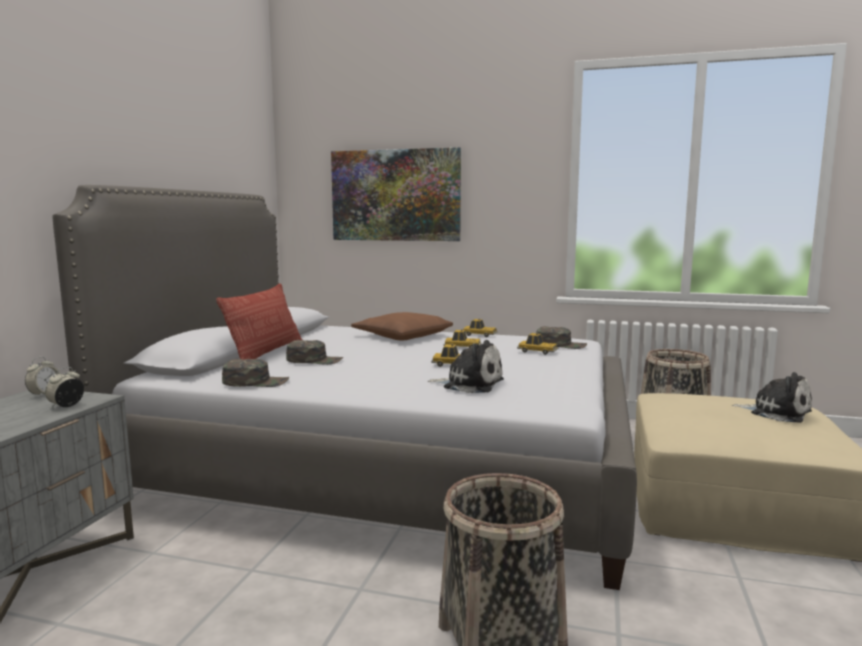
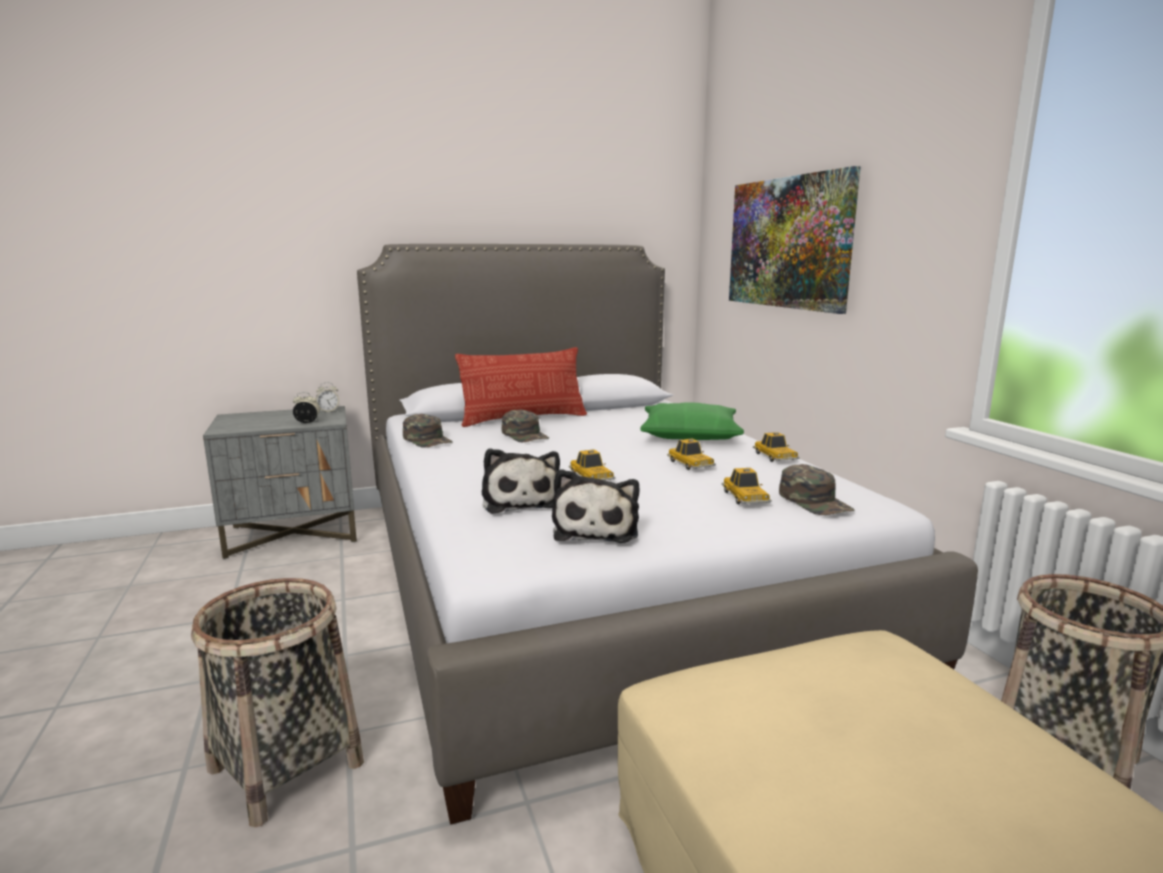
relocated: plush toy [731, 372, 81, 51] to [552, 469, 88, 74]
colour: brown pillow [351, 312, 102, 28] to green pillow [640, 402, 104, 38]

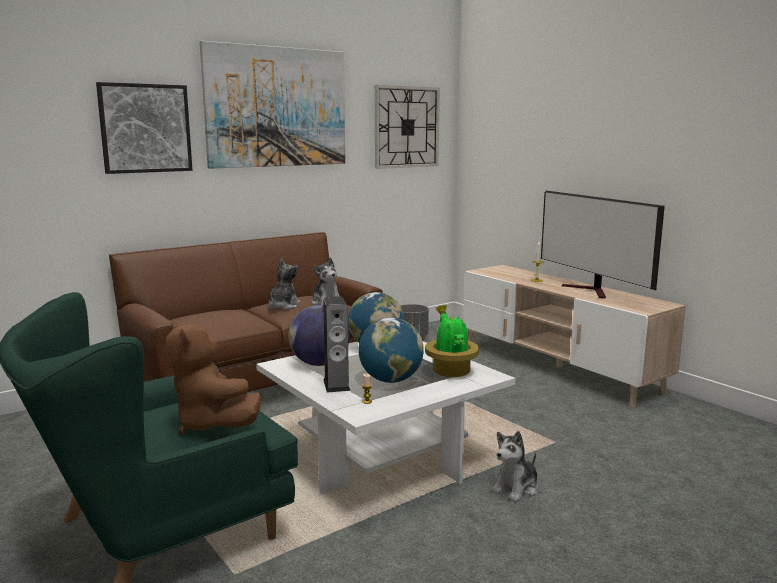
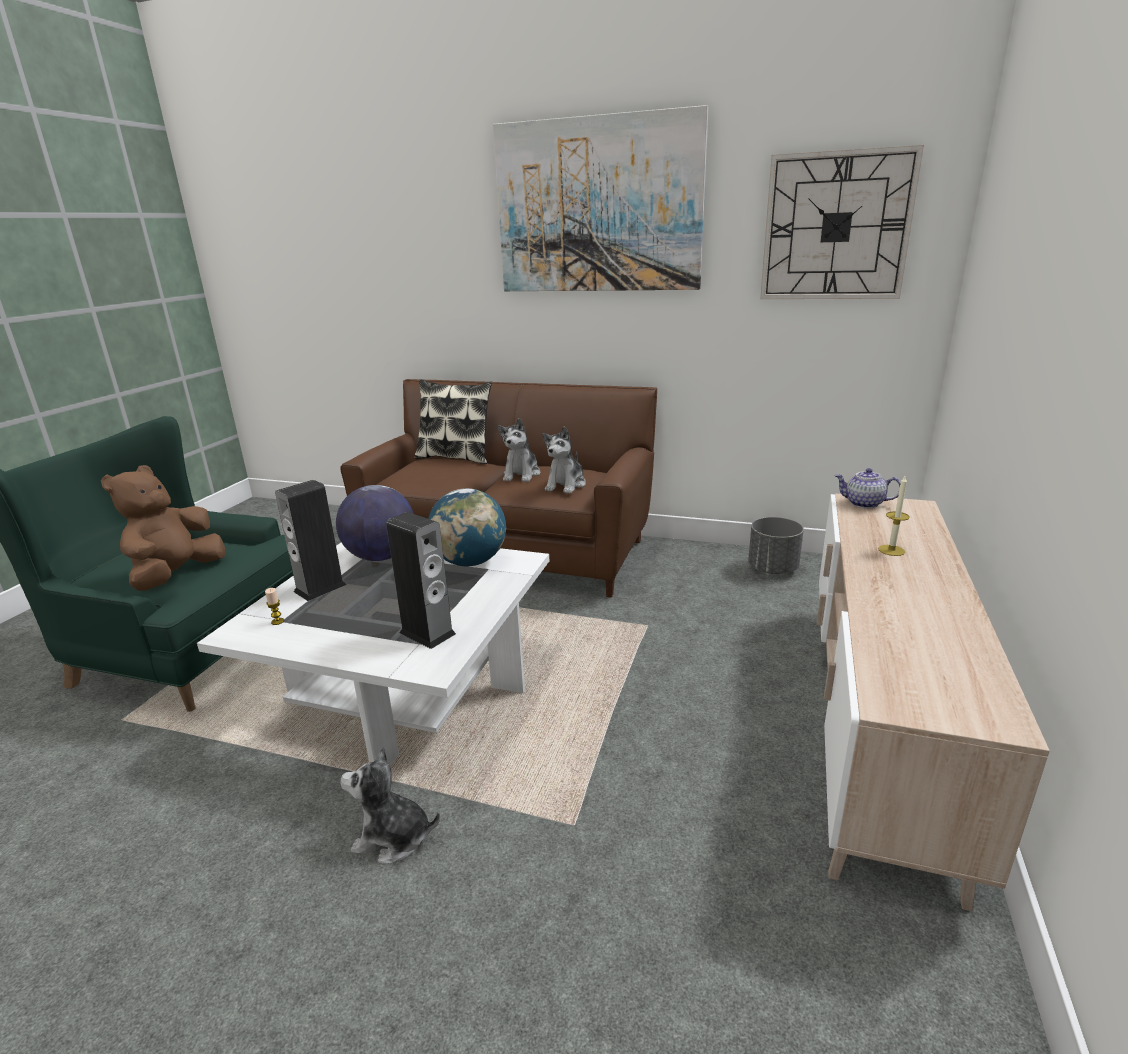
missing: picture [96, 82, 97, 92]; globe [358, 317, 66, 66]; television [541, 191, 124, 107]
appeared: pillow [414, 379, 78, 85]; teapot [834, 468, 67, 40]
exchanged: potted plant [425, 305, 54, 72] to speaker [386, 512, 70, 137]
spun: plush toy [268, 258, 32, 52] = [498, 418, 42, 64] 120 degrees clockwise

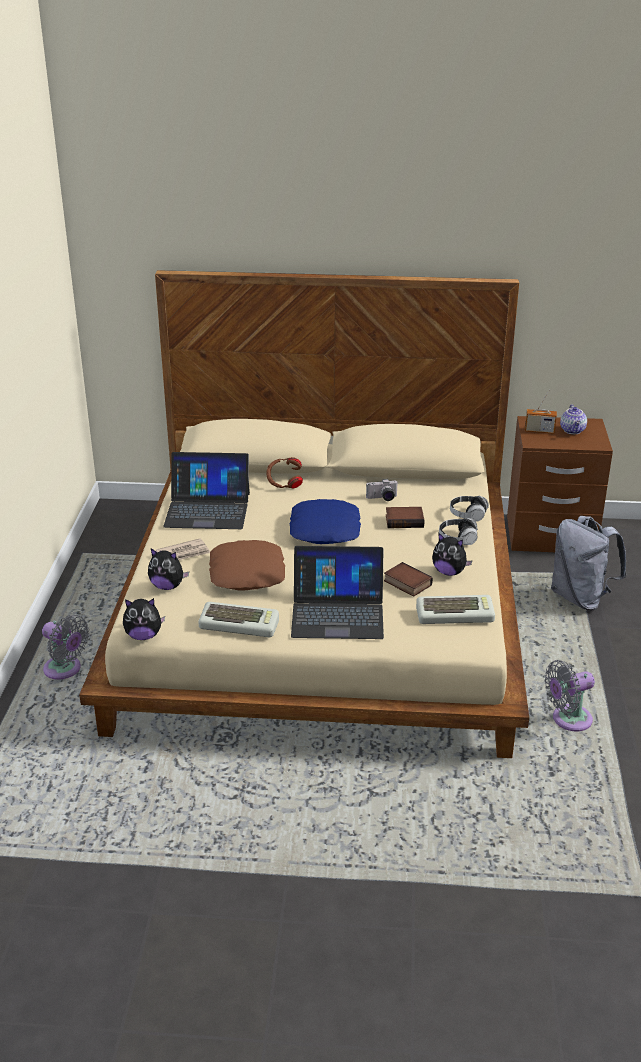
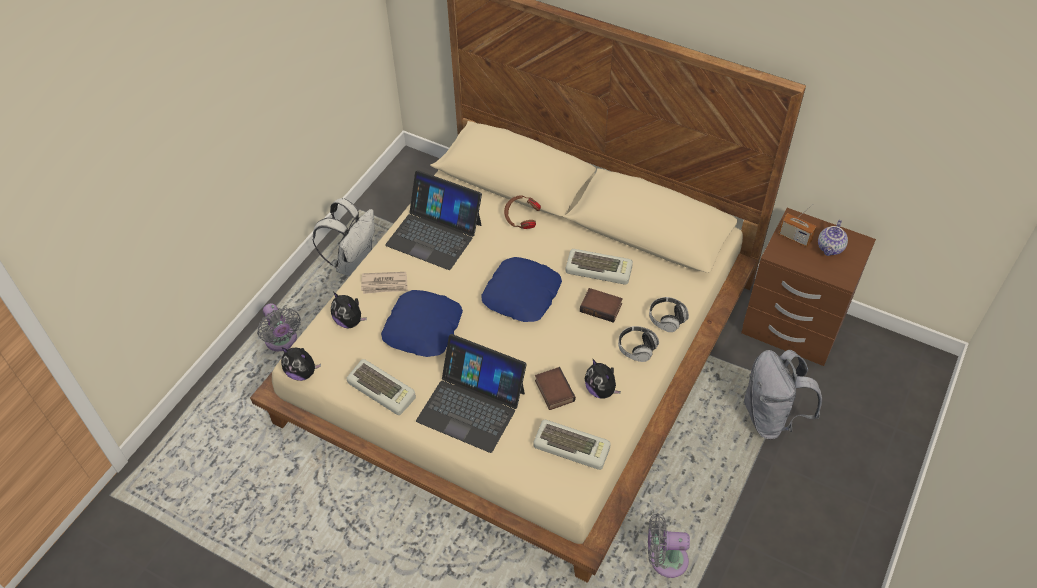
appeared: white backpack [313, 198, 62, 78]
exchanged: photo camera [366, 479, 32, 22] to keyboard [565, 249, 68, 36]
colour: brown pillow [209, 540, 76, 51] to blue pillow [381, 290, 82, 67]

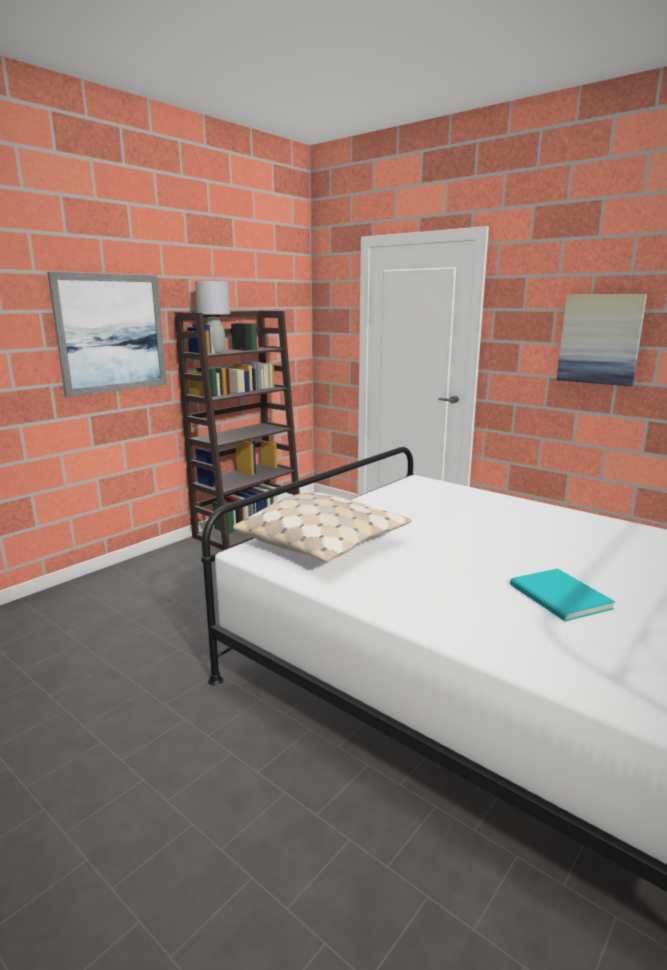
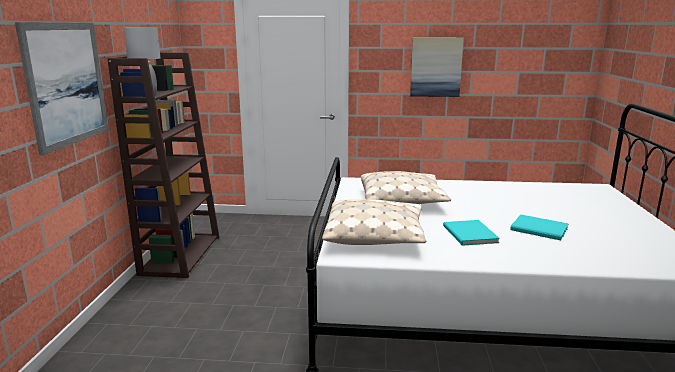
appeared: beige pillow [361, 171, 90, 33]; turquoise book [443, 220, 57, 26]

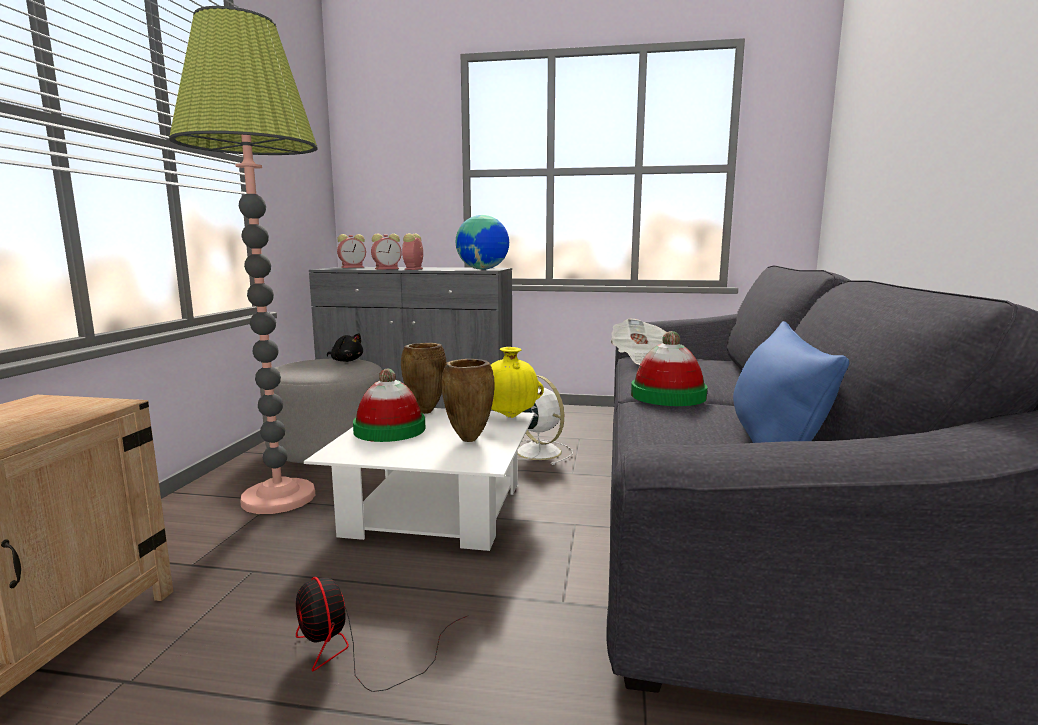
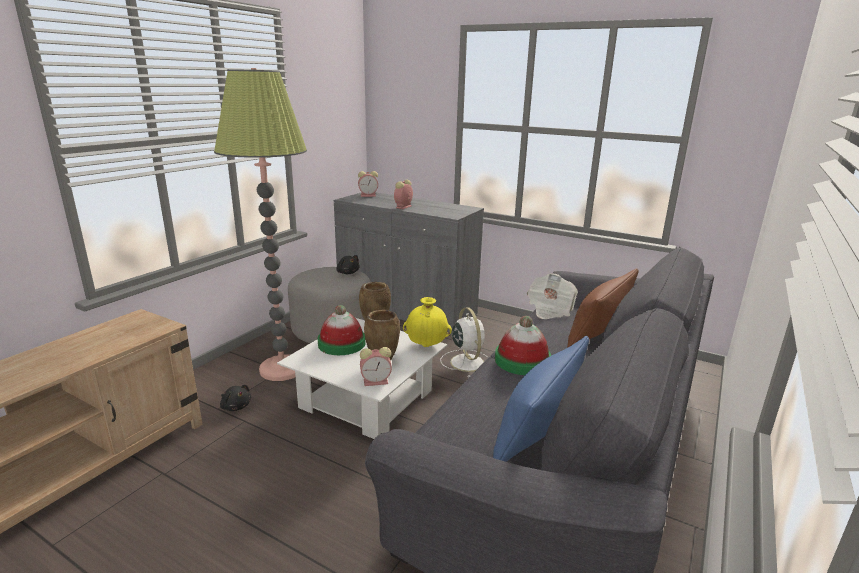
missing: fan [296, 577, 171, 115]; globe [455, 215, 54, 55]
appeared: black plush toy [220, 385, 31, 26]; brown pillow [567, 268, 71, 80]
relocated: alarm clock [371, 233, 31, 37] to [360, 347, 32, 39]

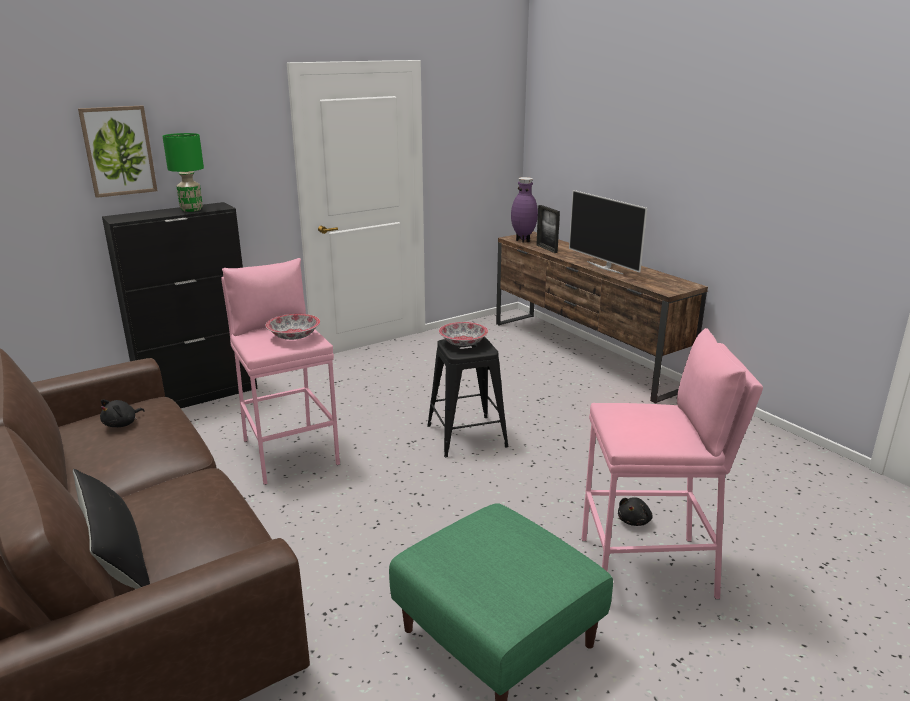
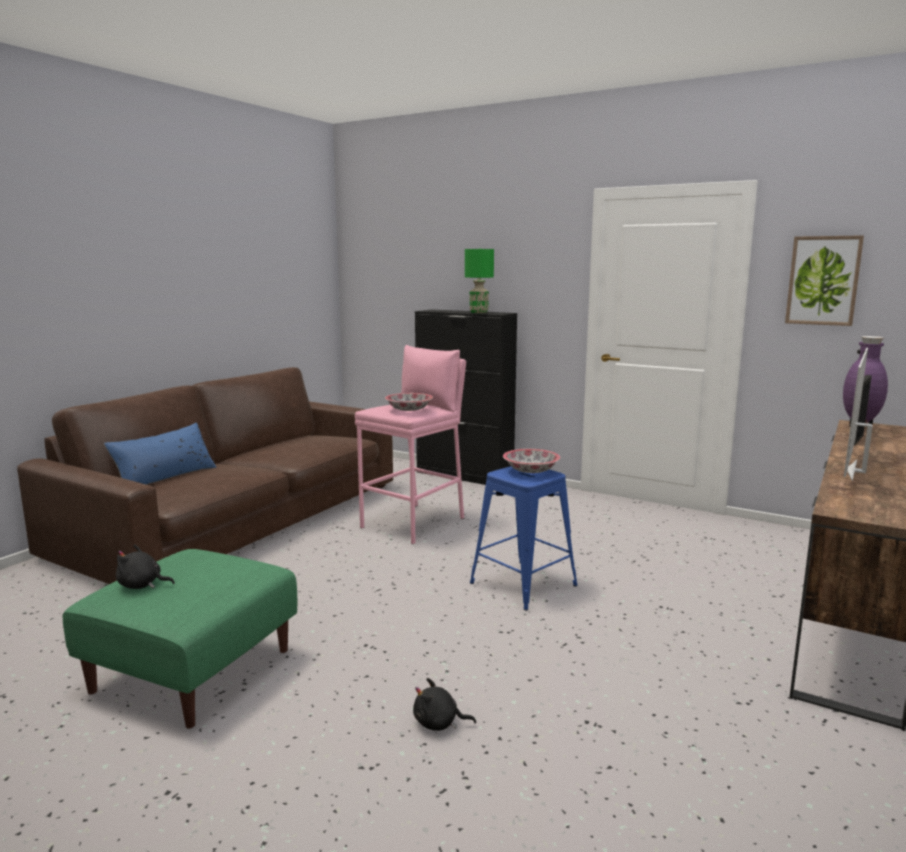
missing: pink stool [581, 328, 182, 271]
relocated: picture [78, 106, 79, 92] to [785, 235, 79, 91]; black plush toy [100, 400, 45, 27] to [116, 544, 59, 45]
colour: black pillow [73, 469, 77, 120] to blue pillow [104, 423, 112, 62]; black stool [427, 337, 82, 120] to blue stool [470, 466, 108, 144]

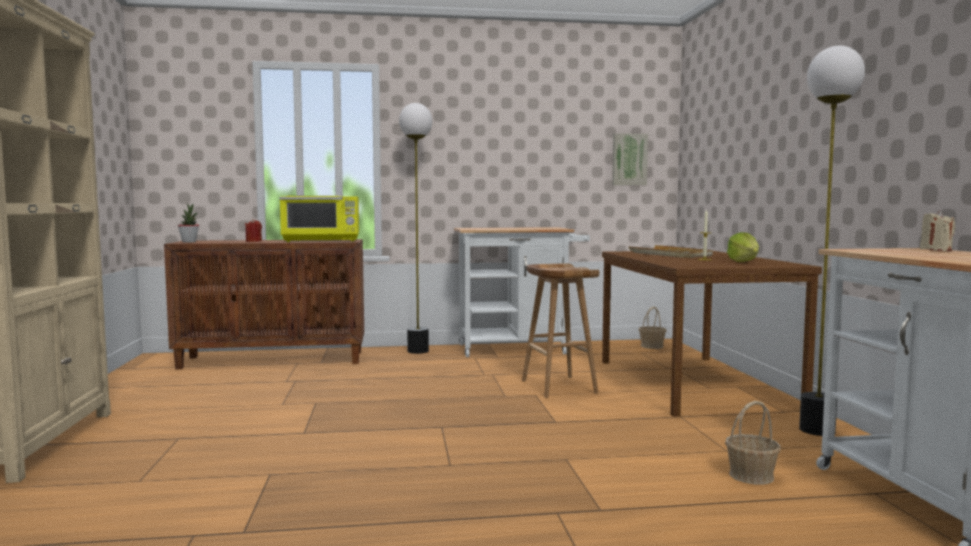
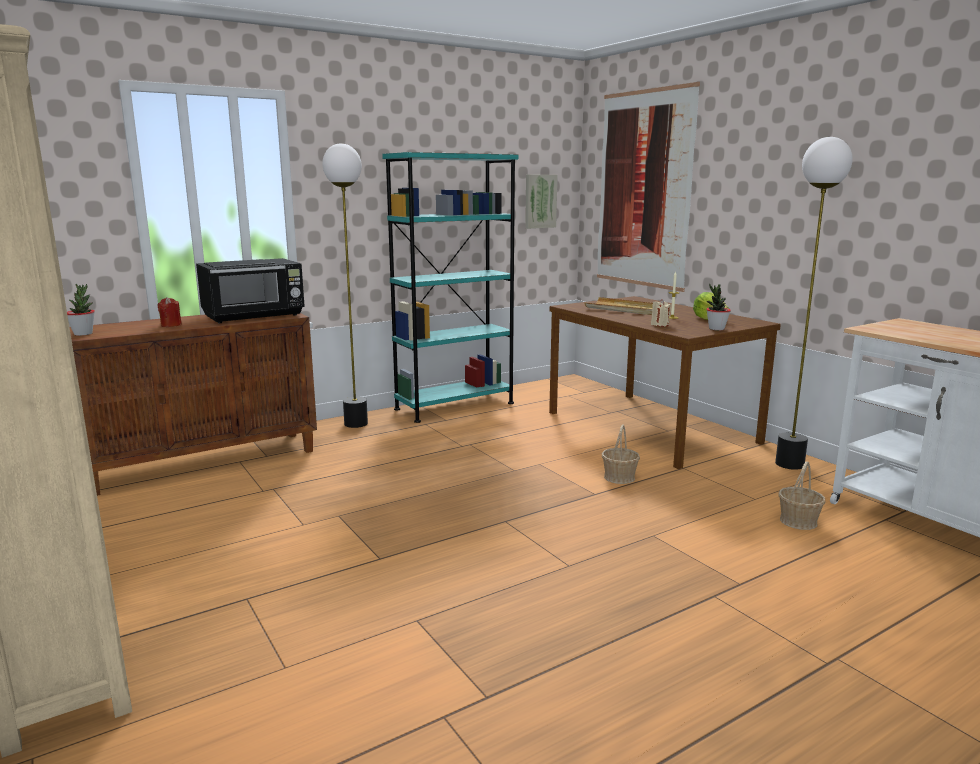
missing: brown stool [522, 263, 77, 135]
appeared: picture [597, 82, 103, 210]; potted plant [706, 284, 25, 47]
relocated: basket [639, 306, 28, 43] to [602, 424, 38, 60]; beige candle [920, 211, 36, 40] to [651, 299, 20, 28]
exchanged: white cart [454, 227, 136, 130] to turquoise bookcase [382, 152, 136, 271]
colour: yellow microwave [279, 196, 80, 46] to black microwave [196, 258, 109, 65]

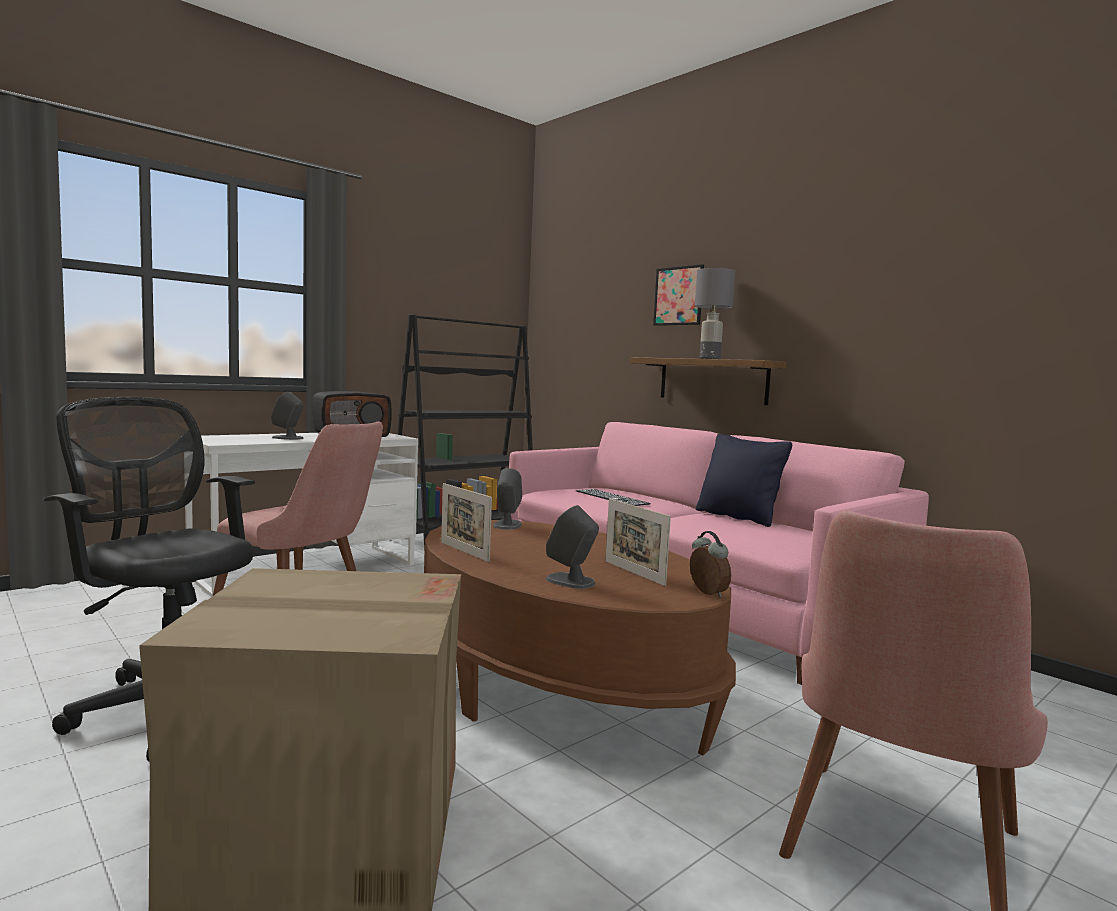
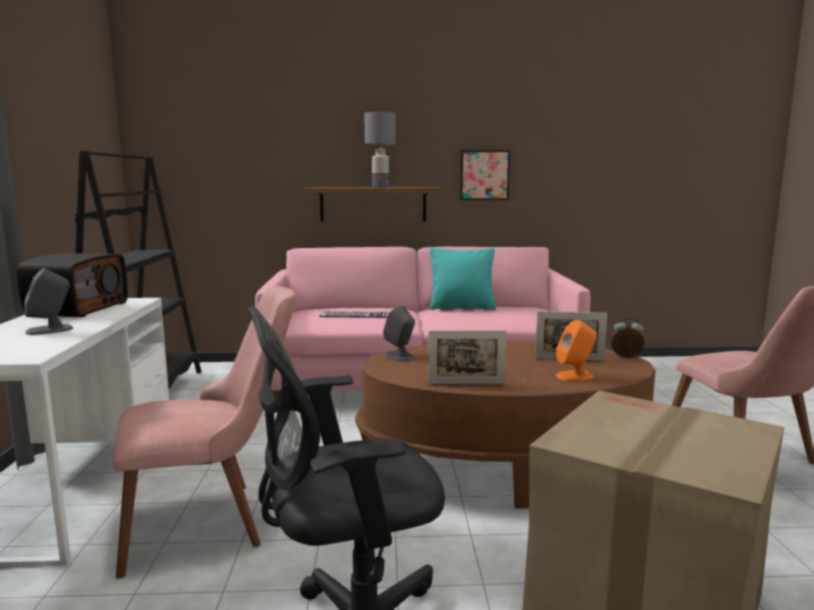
relocated: picture [653, 264, 51, 62] to [460, 150, 50, 50]
colour: grey speaker [546, 505, 53, 84] to orange speaker [556, 320, 41, 61]; black pillow [696, 434, 96, 93] to turquoise pillow [430, 248, 66, 62]

